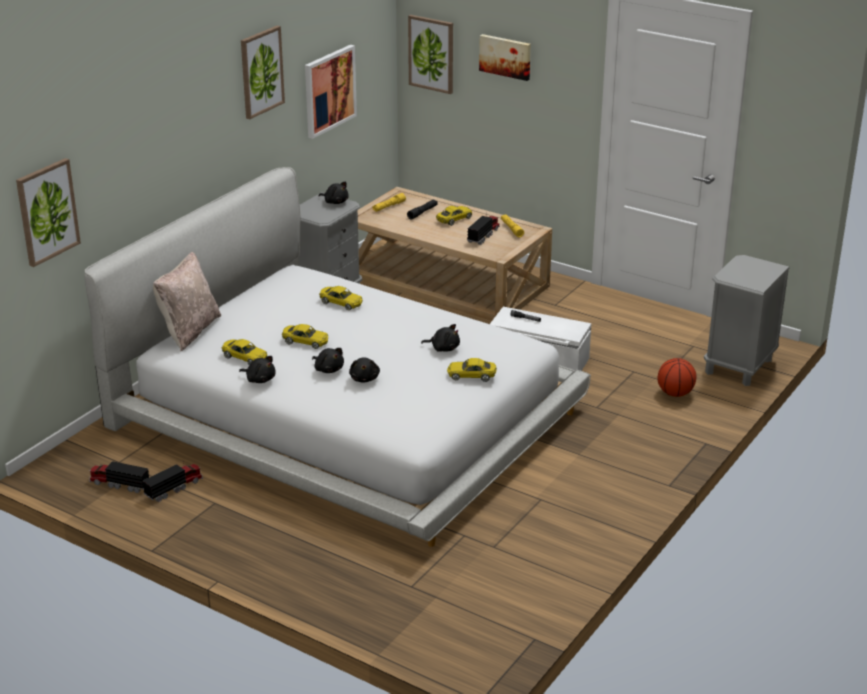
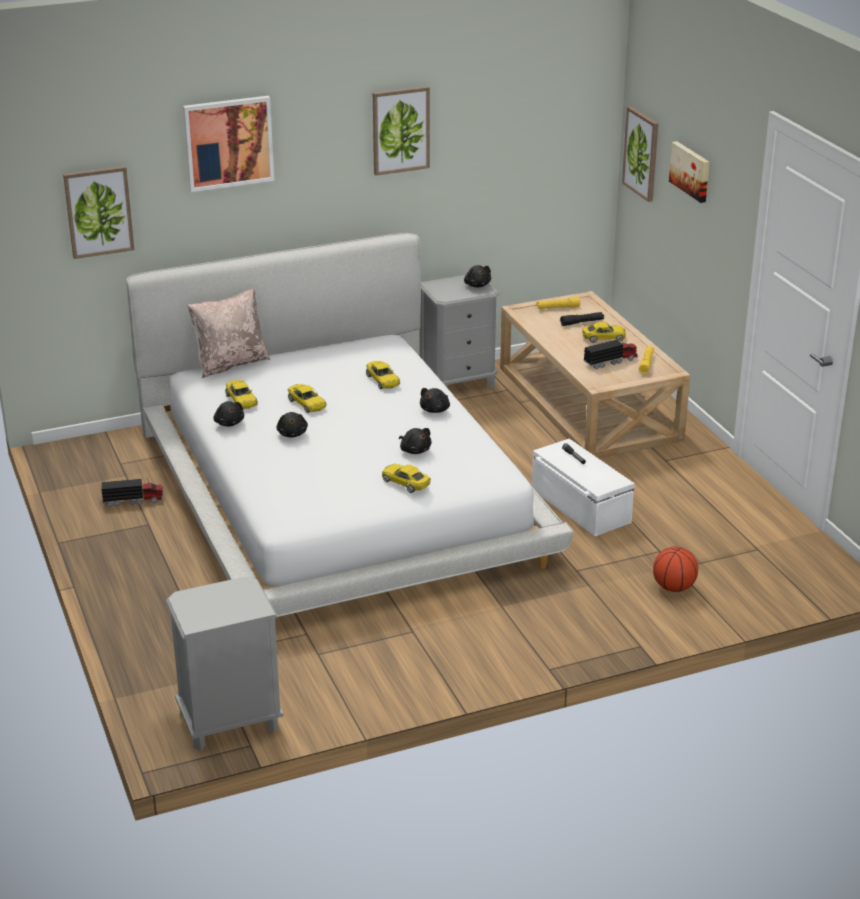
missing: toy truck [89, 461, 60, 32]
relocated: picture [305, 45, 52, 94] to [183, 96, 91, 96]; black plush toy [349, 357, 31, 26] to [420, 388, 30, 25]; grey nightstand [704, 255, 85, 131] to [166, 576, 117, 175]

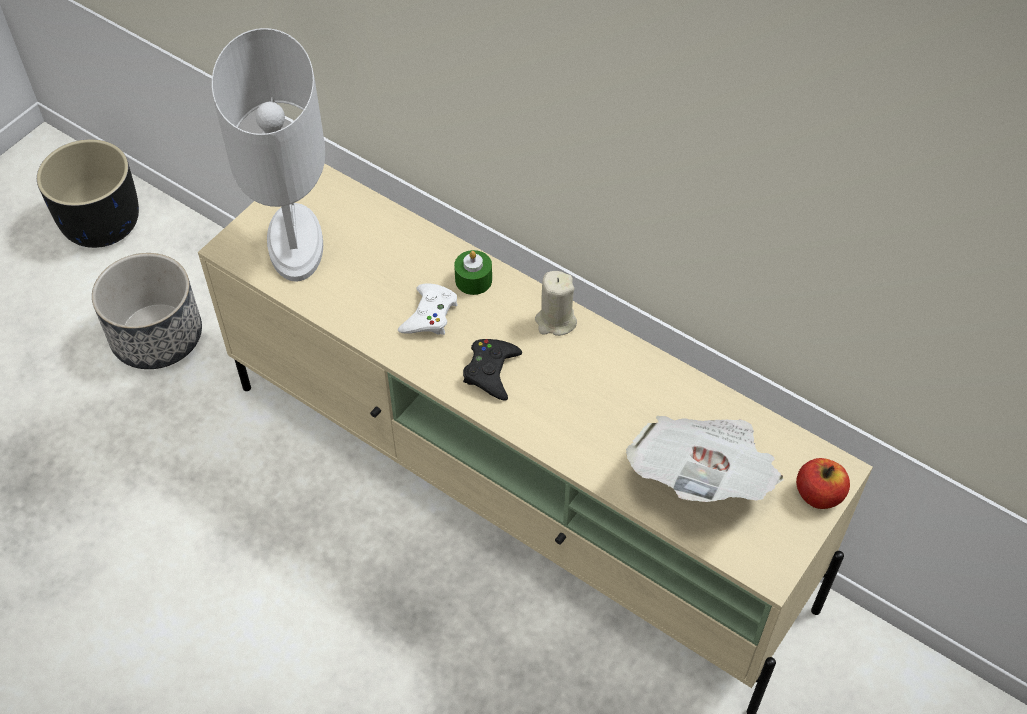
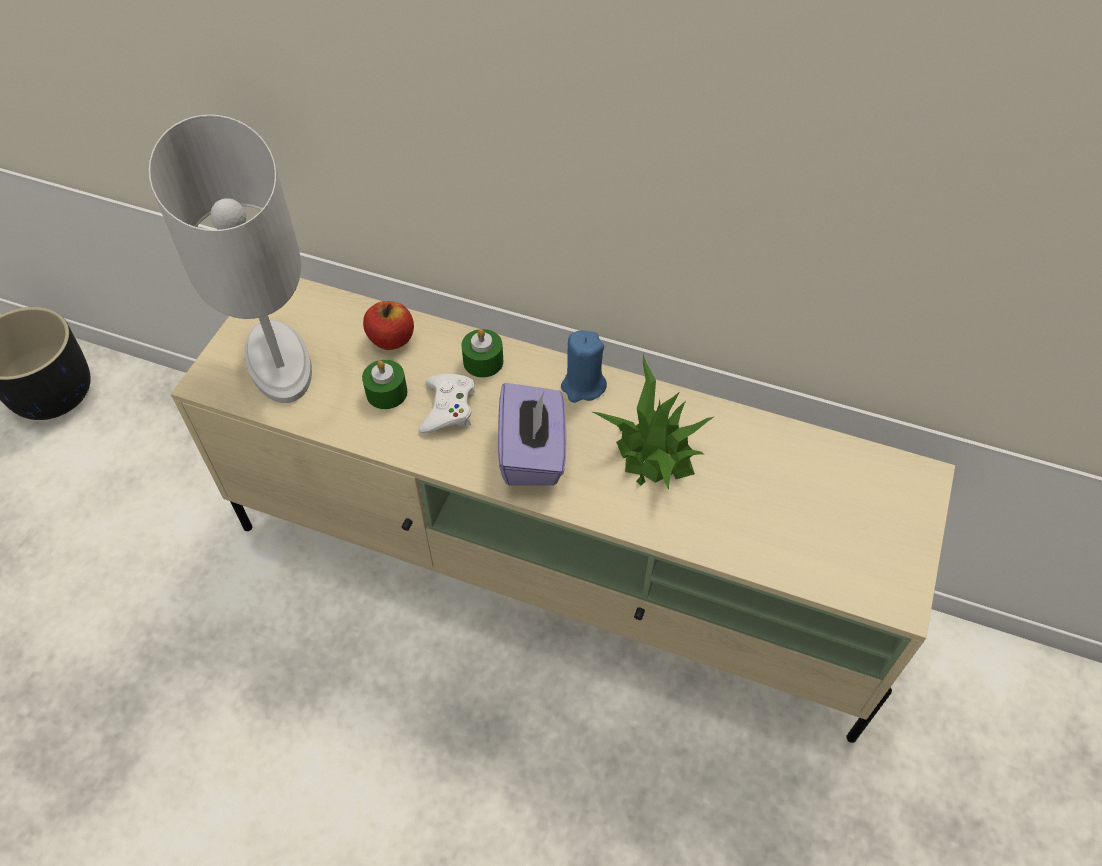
missing: planter [92, 253, 110, 116]; newspaper [626, 416, 157, 86]
appeared: green candle [362, 360, 45, 49]; potted plant [592, 354, 122, 136]
relocated: apple [796, 458, 54, 51] to [363, 301, 51, 49]
exchanged: black game controller [463, 339, 59, 61] to purple tissue box [498, 383, 69, 103]
colour: beige candle [535, 271, 42, 65] to blue candle [561, 330, 46, 73]

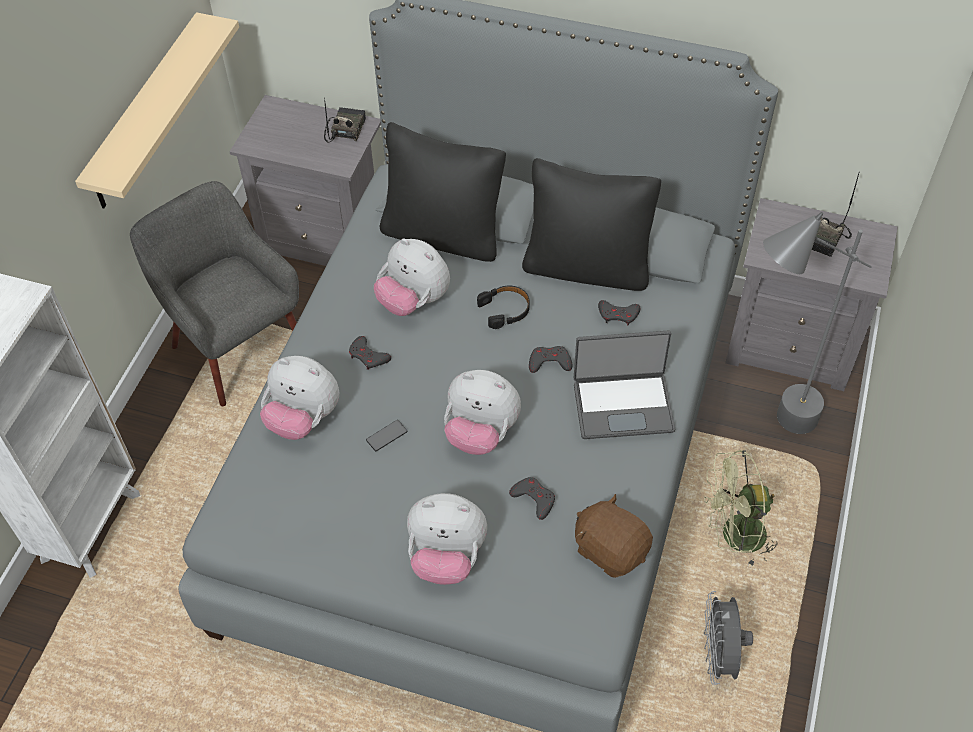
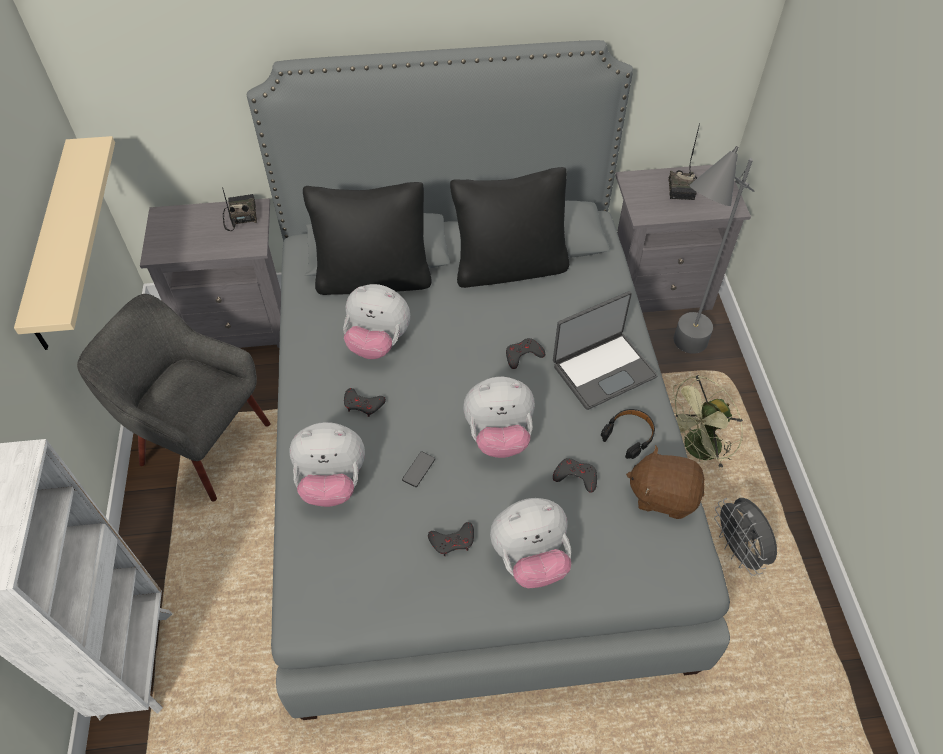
relocated: black headphones [477, 286, 53, 43] to [601, 409, 54, 50]; grey game controller [598, 300, 43, 26] to [428, 522, 46, 34]

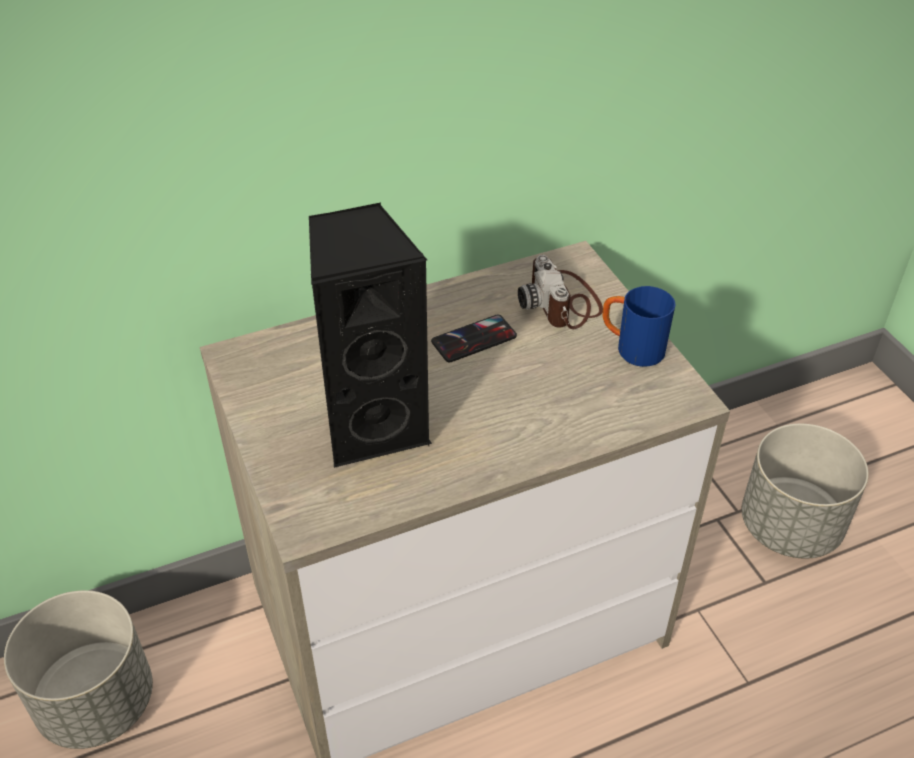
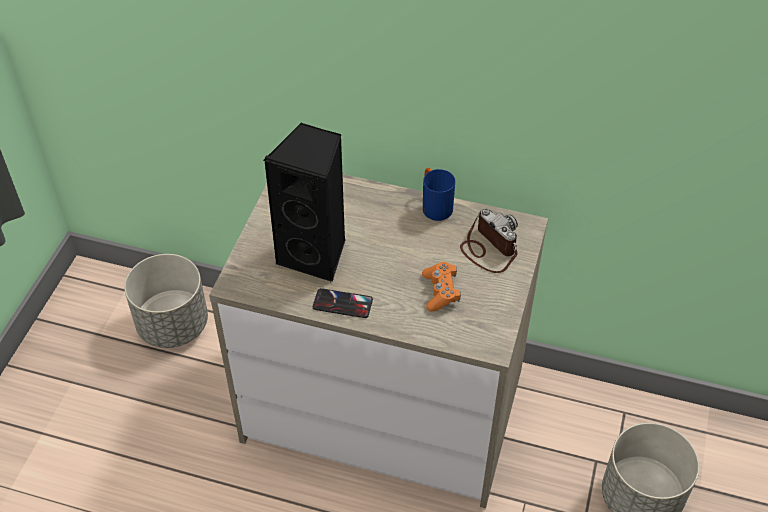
appeared: orange game controller [422, 262, 39, 49]
relocated: phone [431, 315, 86, 47] to [313, 288, 60, 30]; blue mug [602, 286, 73, 81] to [423, 168, 32, 53]
spun: photo camera [518, 255, 85, 74] = [460, 209, 58, 64] 120 degrees clockwise

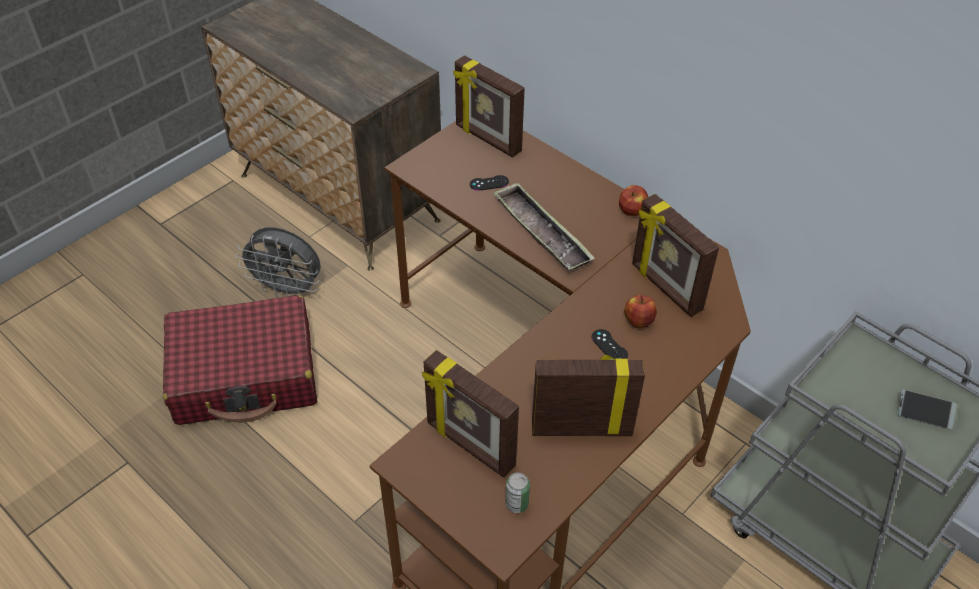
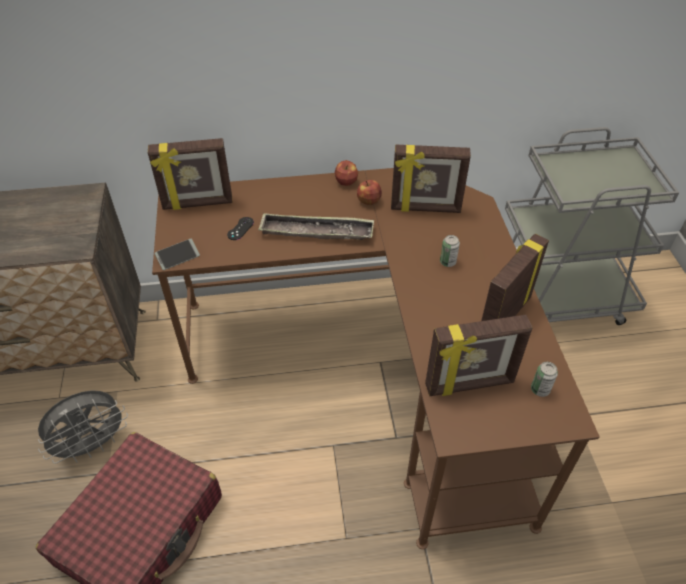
relocated: apple [624, 295, 33, 34] to [357, 180, 25, 25]; phone [897, 390, 60, 40] to [155, 239, 45, 31]
exchanged: black game controller [592, 329, 36, 30] to can [440, 235, 20, 32]

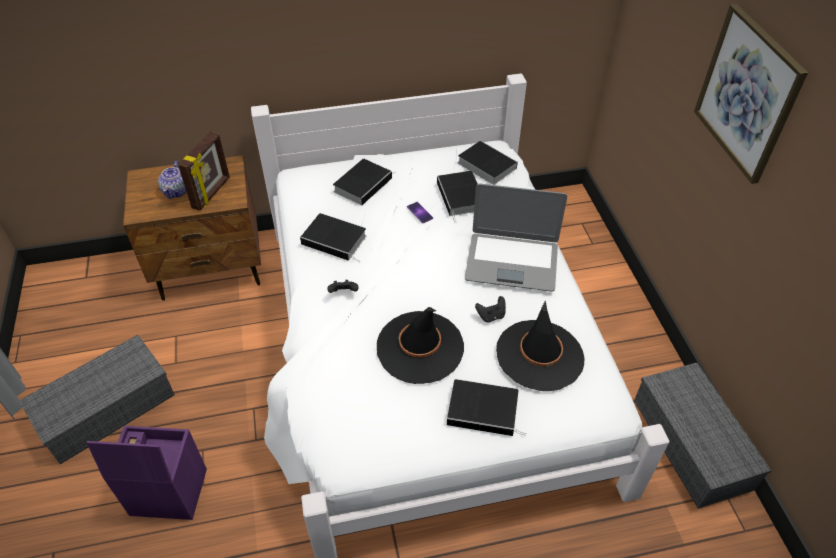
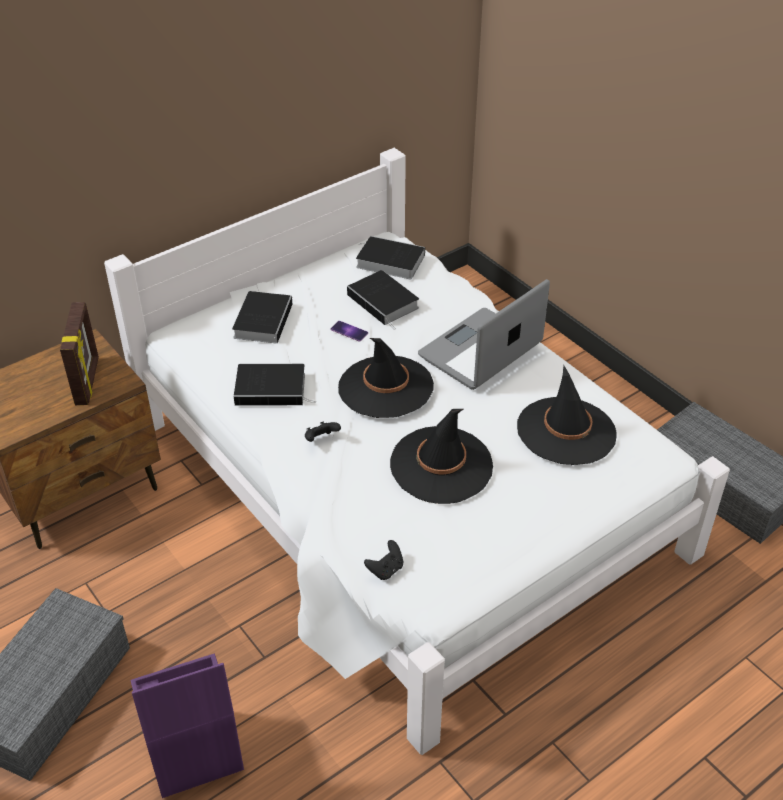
missing: teapot [158, 161, 29, 38]; book [447, 379, 80, 57]; picture [694, 4, 114, 180]
appeared: black hat [338, 338, 96, 80]
relocated: black game controller [475, 296, 31, 26] to [364, 540, 39, 40]
spun: laptop [465, 184, 102, 108] = [418, 279, 132, 111] 150 degrees clockwise

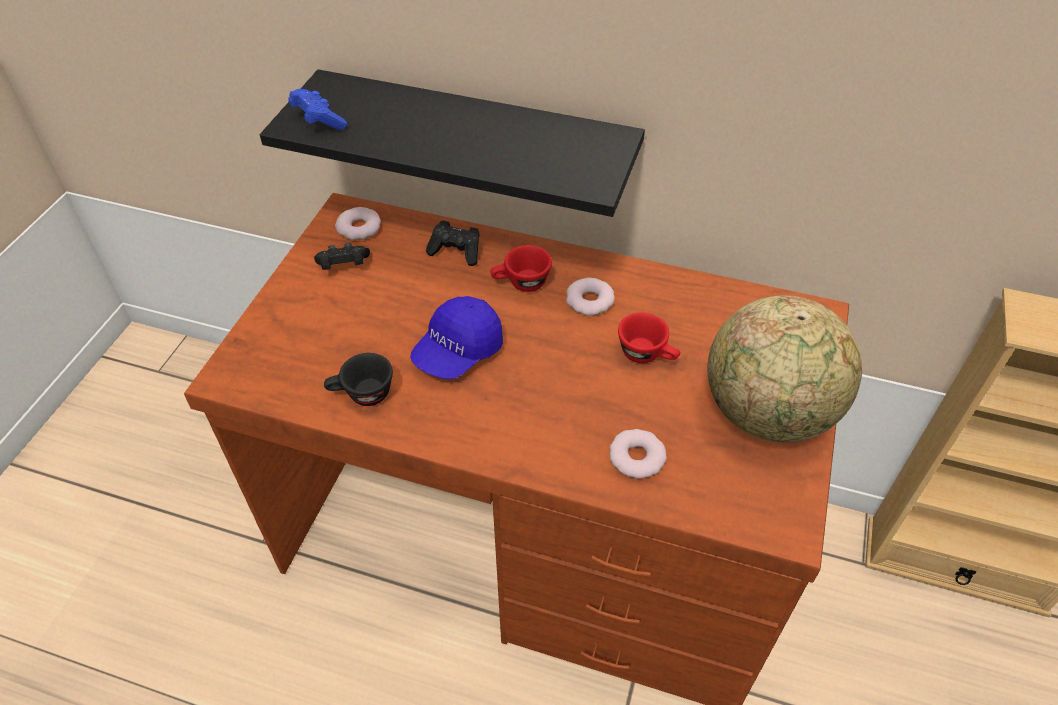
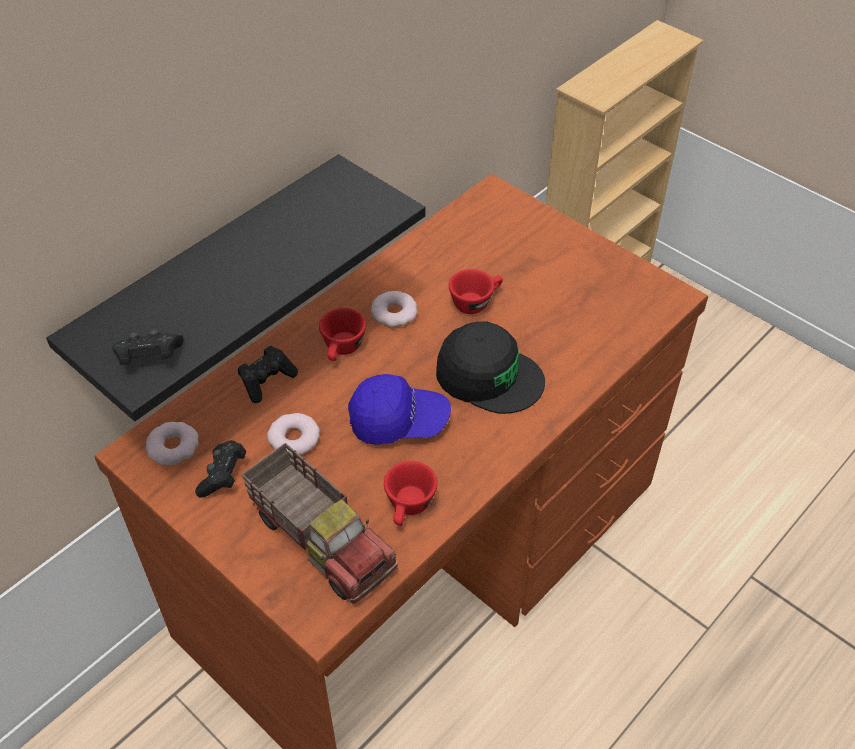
missing: globe [707, 295, 155, 148]
appeared: toy truck [242, 443, 156, 161]; black cap [436, 322, 109, 92]
relocated: donut [610, 429, 57, 50] to [267, 413, 53, 42]
colour: blue game controller [288, 89, 59, 41] to black game controller [112, 329, 72, 36]; black cup [324, 353, 69, 53] to red cup [384, 461, 54, 65]
spun: blue cap [410, 296, 93, 83] = [348, 374, 103, 71] 60 degrees counterclockwise

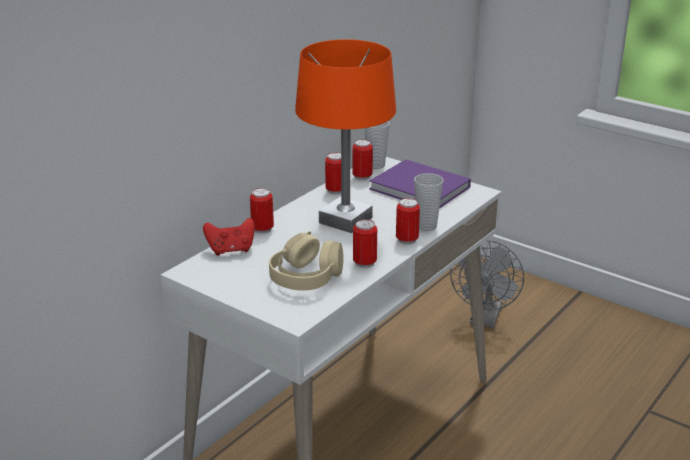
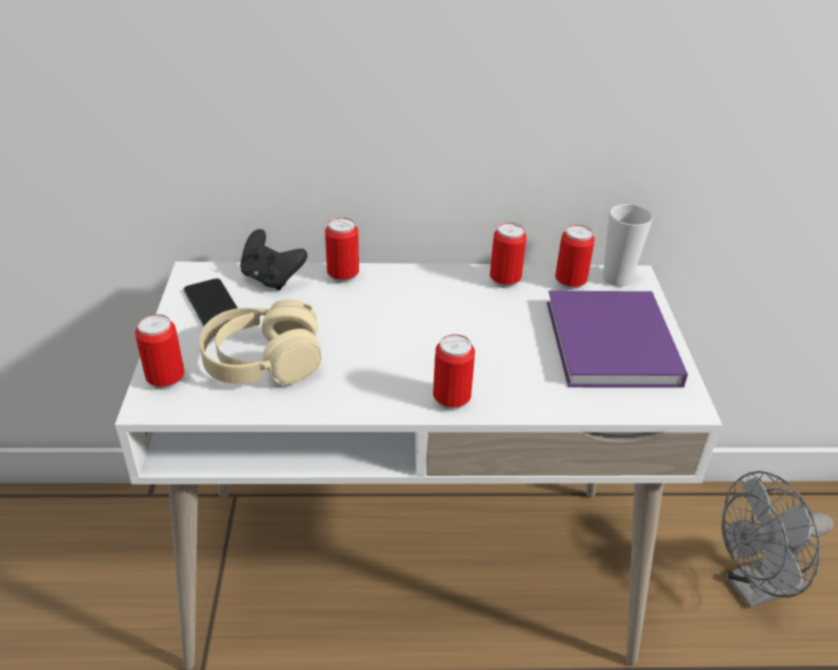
missing: orange table lamp [295, 39, 101, 194]; cup [414, 173, 30, 58]
appeared: phone [184, 278, 54, 49]
relocated: can [353, 219, 24, 49] to [135, 314, 49, 76]
colour: red game controller [203, 218, 52, 38] to black game controller [240, 229, 67, 61]

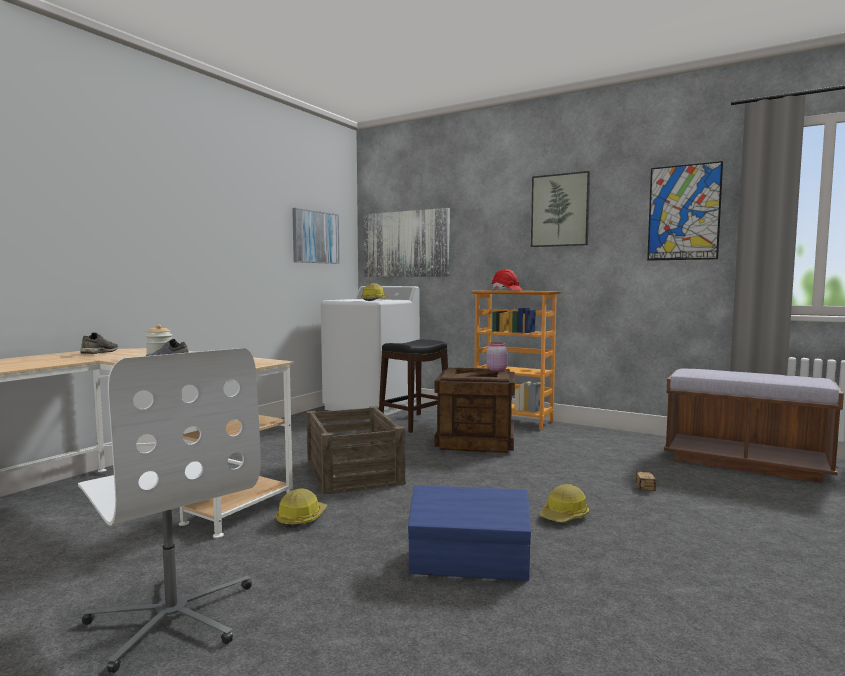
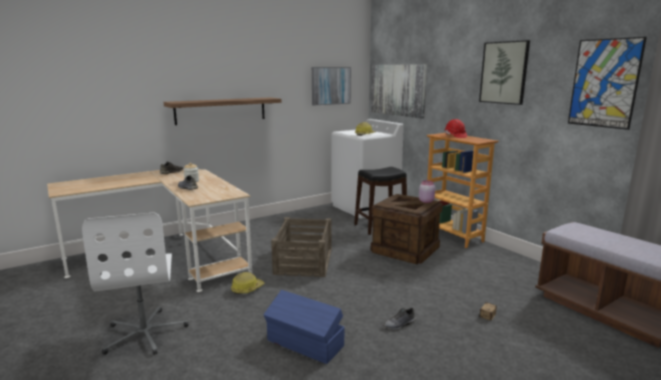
appeared: shelf [164, 97, 117, 28]
exchanged: hard hat [540, 484, 49, 38] to grey shoe [383, 308, 33, 22]

